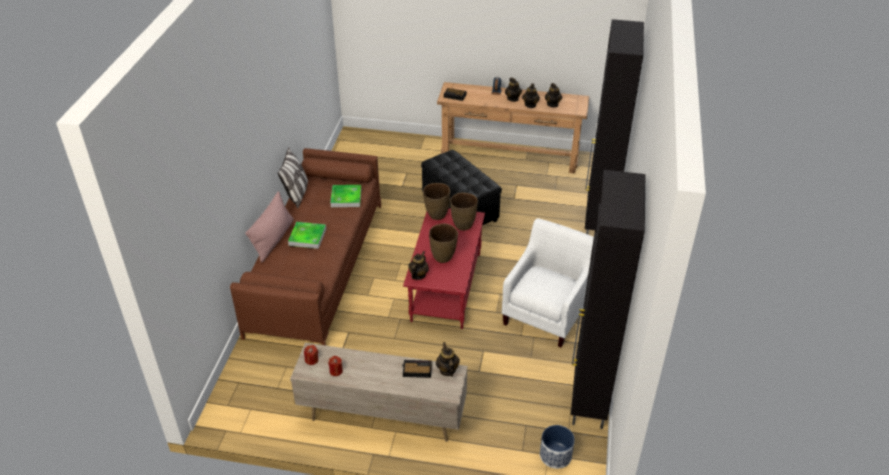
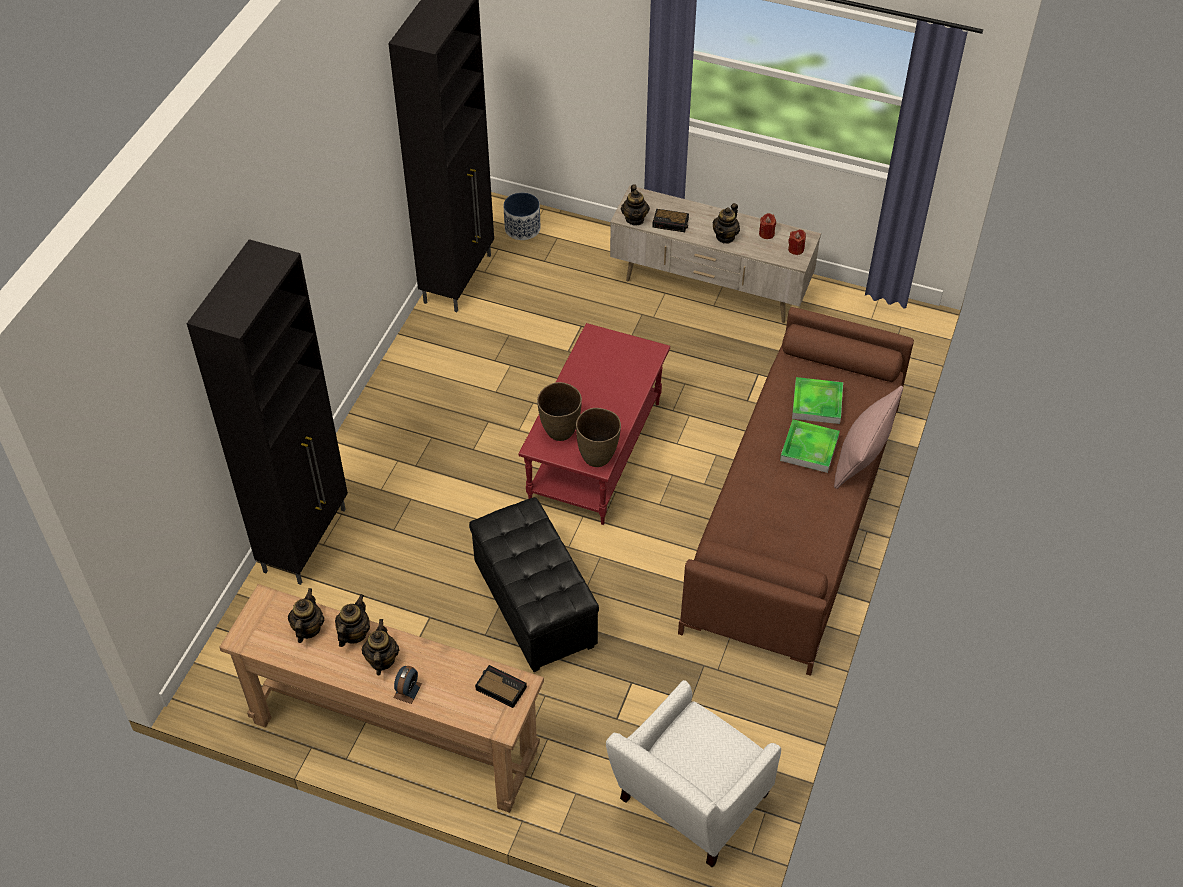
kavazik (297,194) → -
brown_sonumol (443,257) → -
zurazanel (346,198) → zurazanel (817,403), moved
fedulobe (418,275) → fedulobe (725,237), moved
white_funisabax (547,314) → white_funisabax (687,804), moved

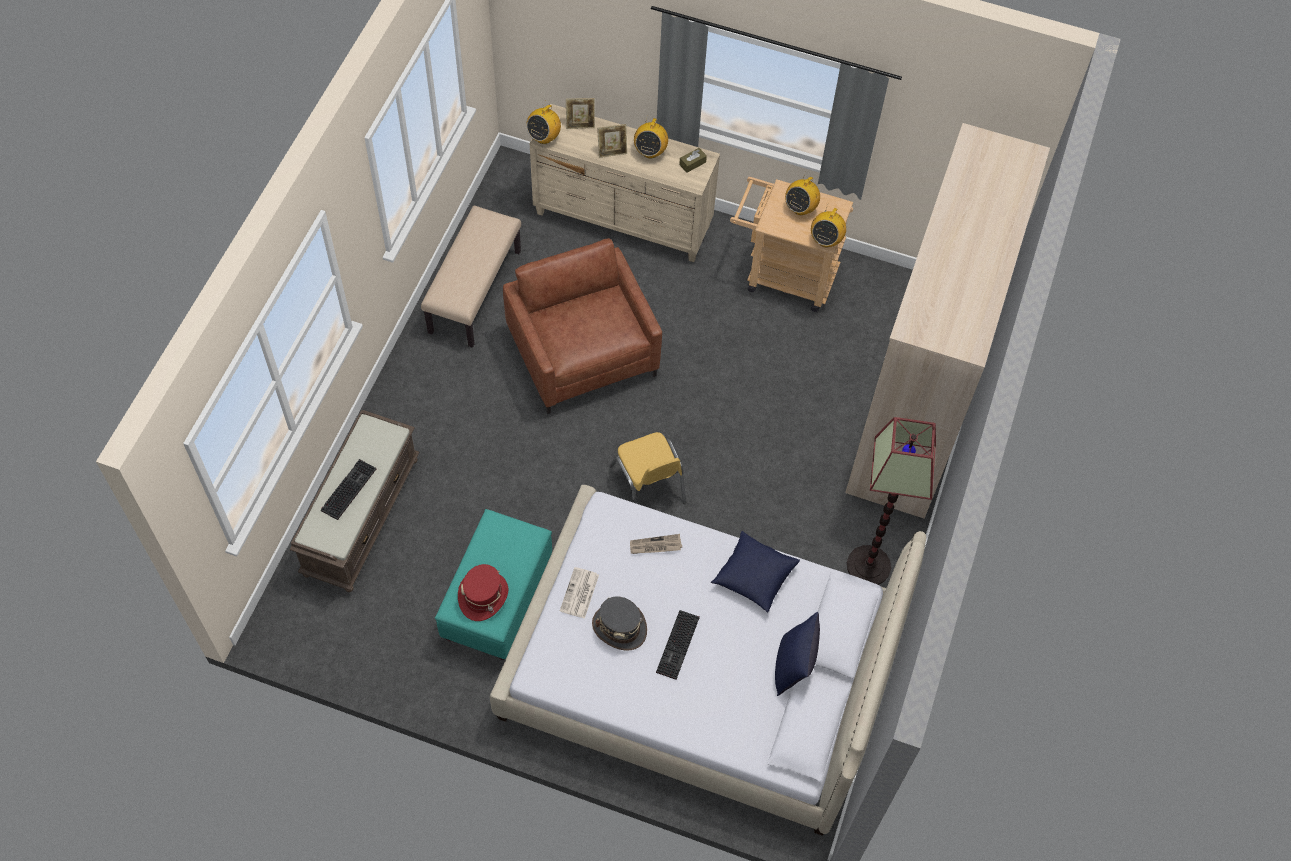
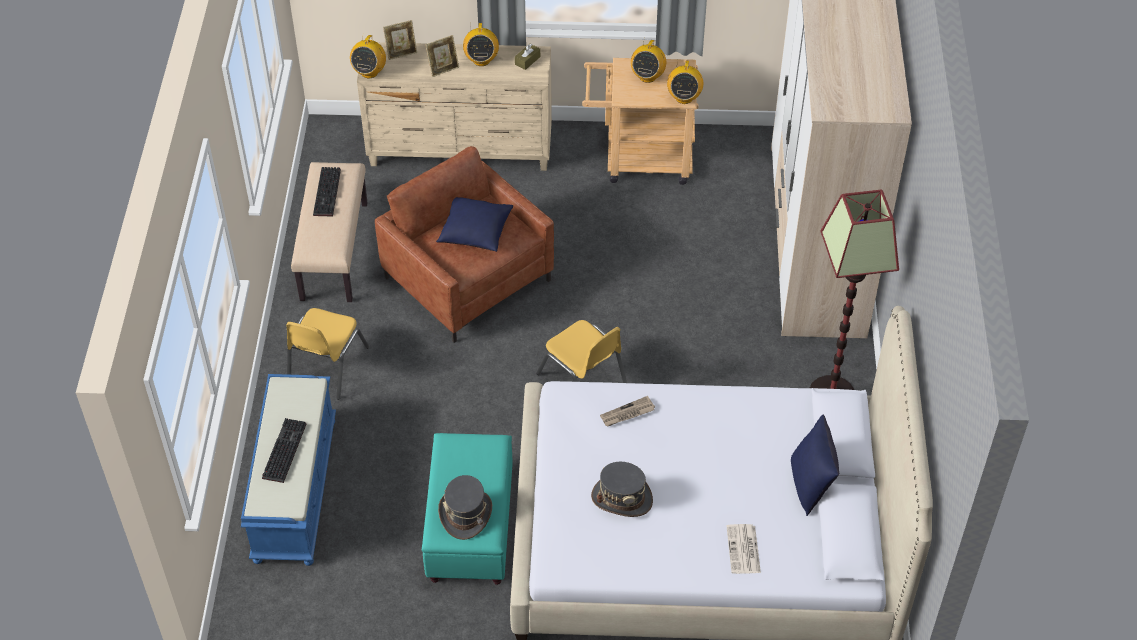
- → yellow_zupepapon (327,366)
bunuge (579,594) → bunuge (744,550), moved
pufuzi (678,646) → pufuzi (328,193), moved
blue_kavazik (753,577) → blue_kavazik (475,233), moved
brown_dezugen (361,515) → blue_dezugen (294,488)
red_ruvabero (483,596) → grey_ruvabero (466,514)

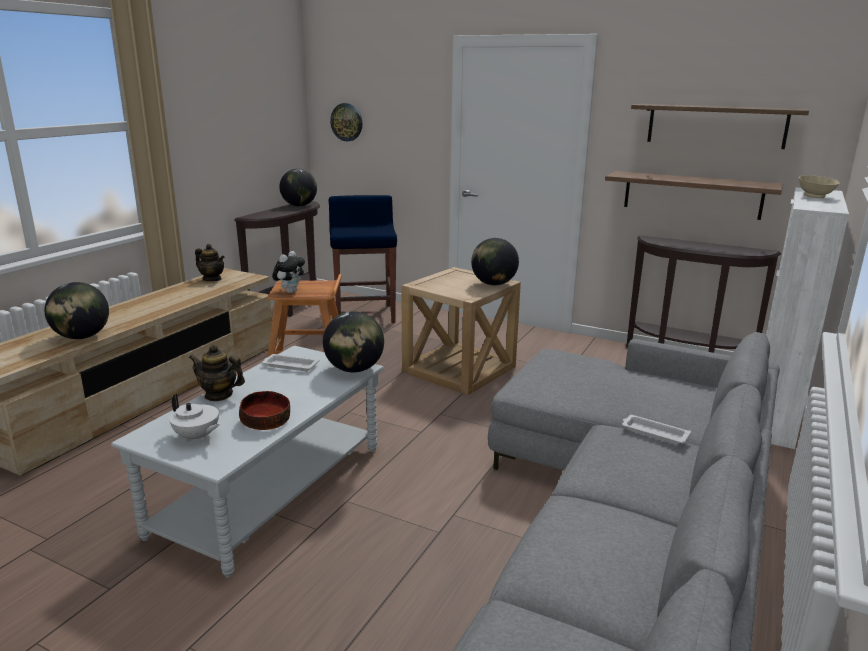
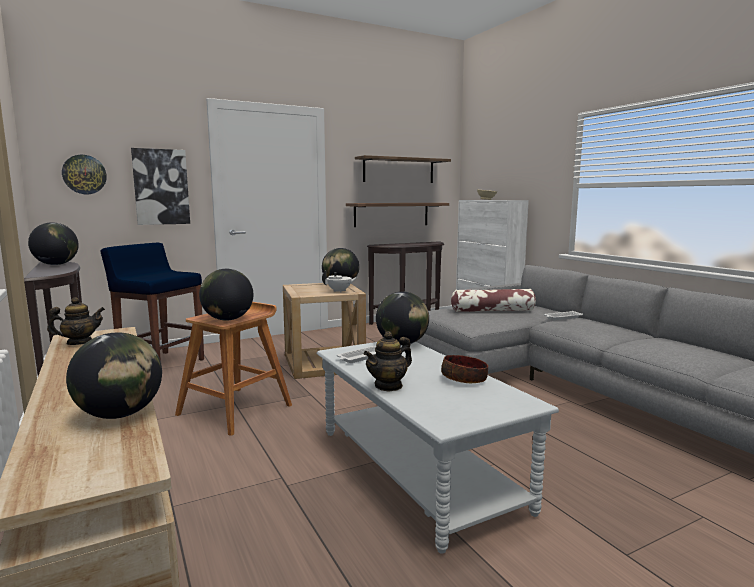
- → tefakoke (161,187)
- → kavazik (492,311)
white_fedulobe (197,437) → white_fedulobe (339,291), moved
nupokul (290,291) → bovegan (228,319)

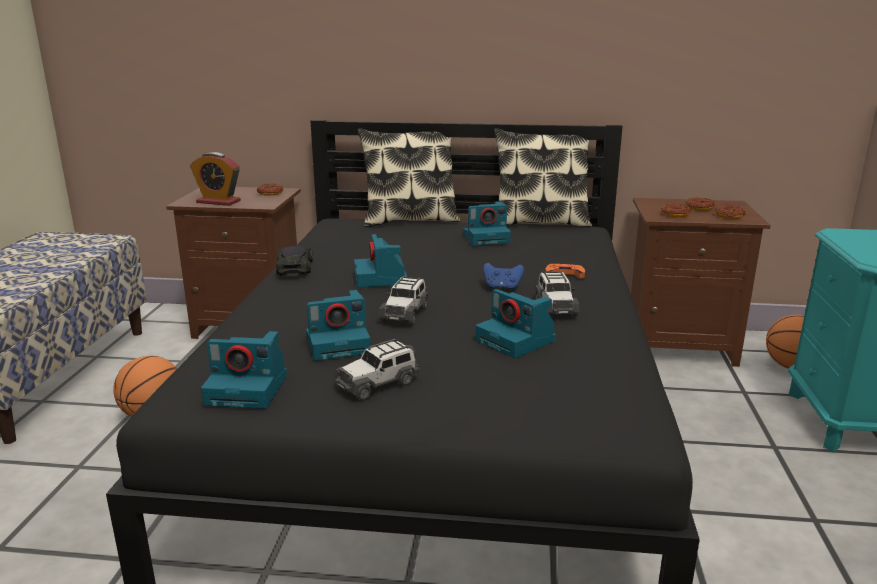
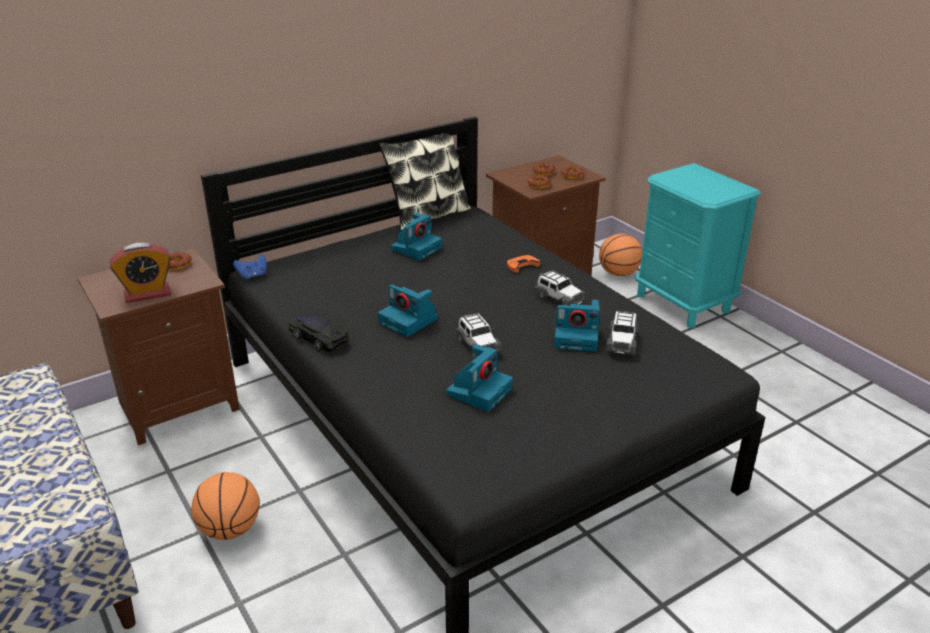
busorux (249,389) → -
kavazik (409,220) → -
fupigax (378,384) → fupigax (622,343), moved
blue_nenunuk (502,288) → blue_nenunuk (253,276), moved

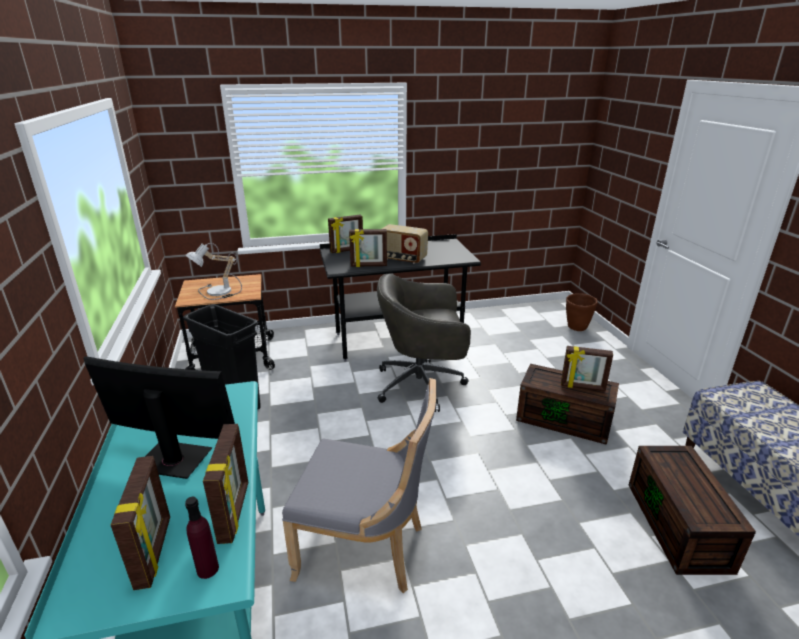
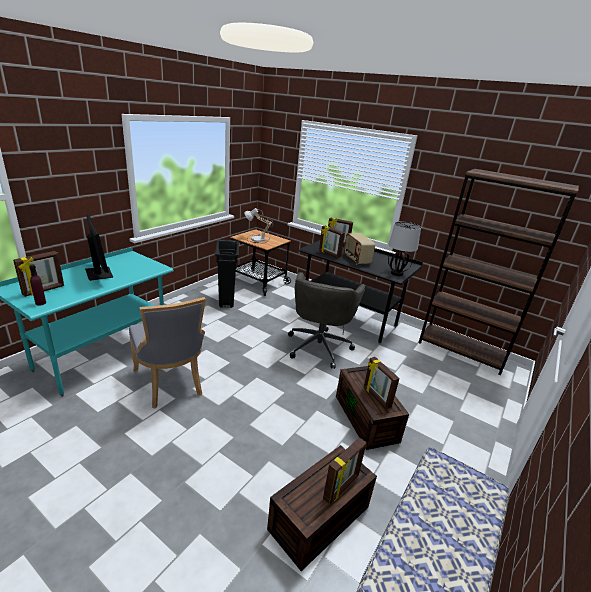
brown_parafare (576,328) → -
- → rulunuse (396,273)
- → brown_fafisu (461,351)
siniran (235,512) → siniran (341,487), moved
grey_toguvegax (422,385) → grey_toguvegax (319,346), 120 degrees counterclockwise

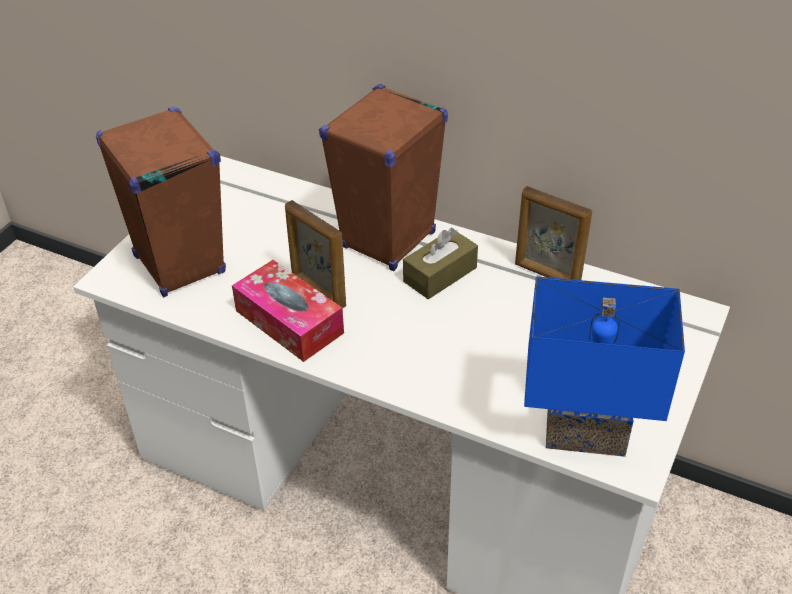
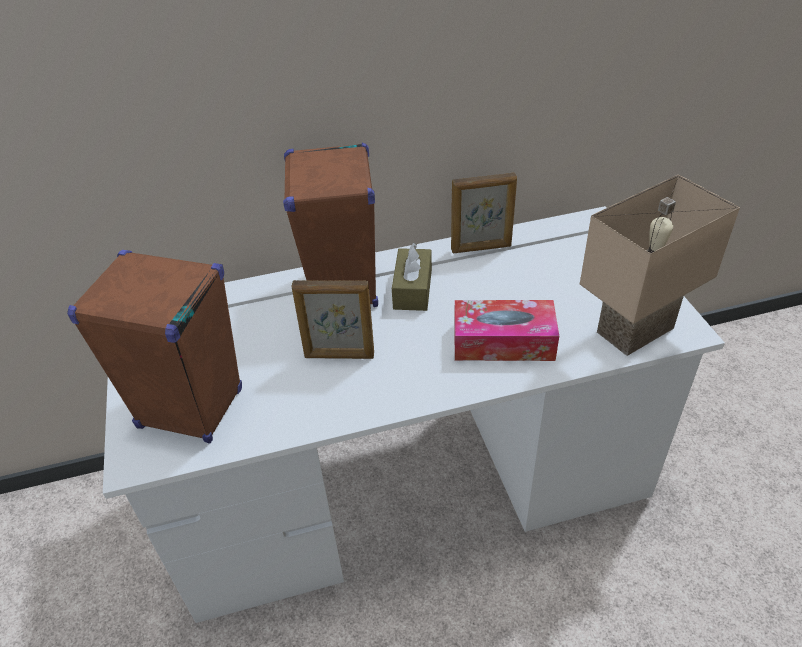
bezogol (289,322) → bezogol (503,342), moved
blue_rulunuse (587,430) → beige_rulunuse (633,328)

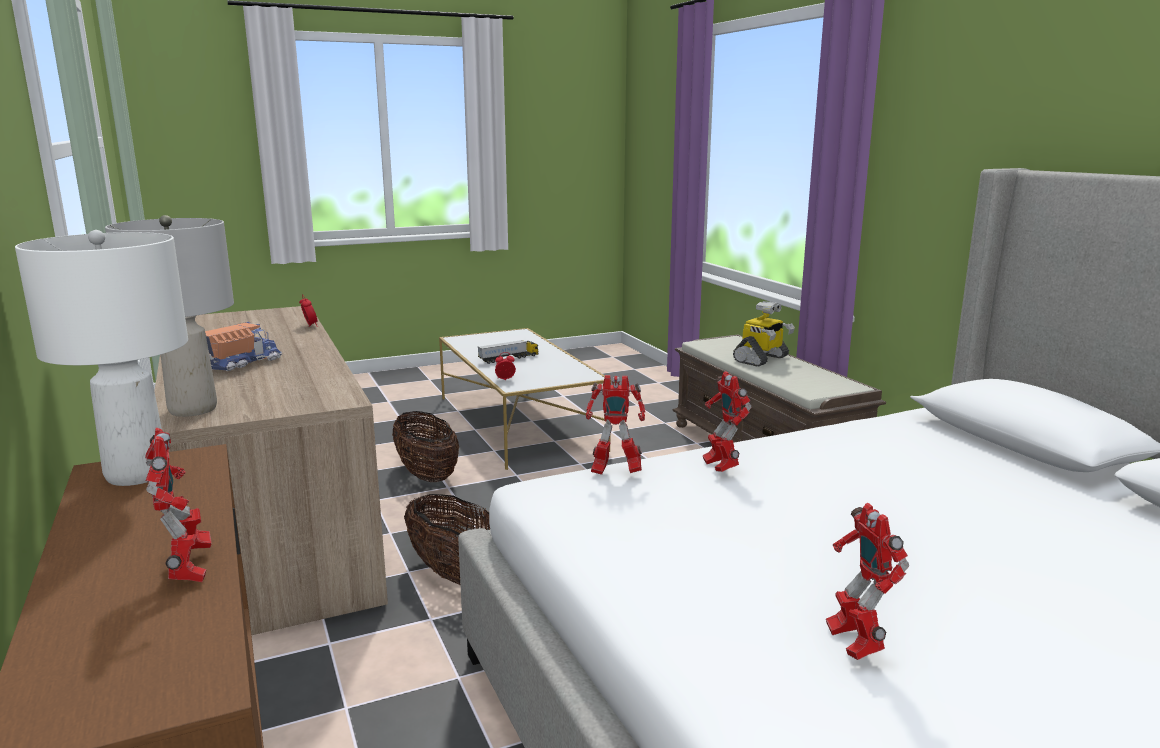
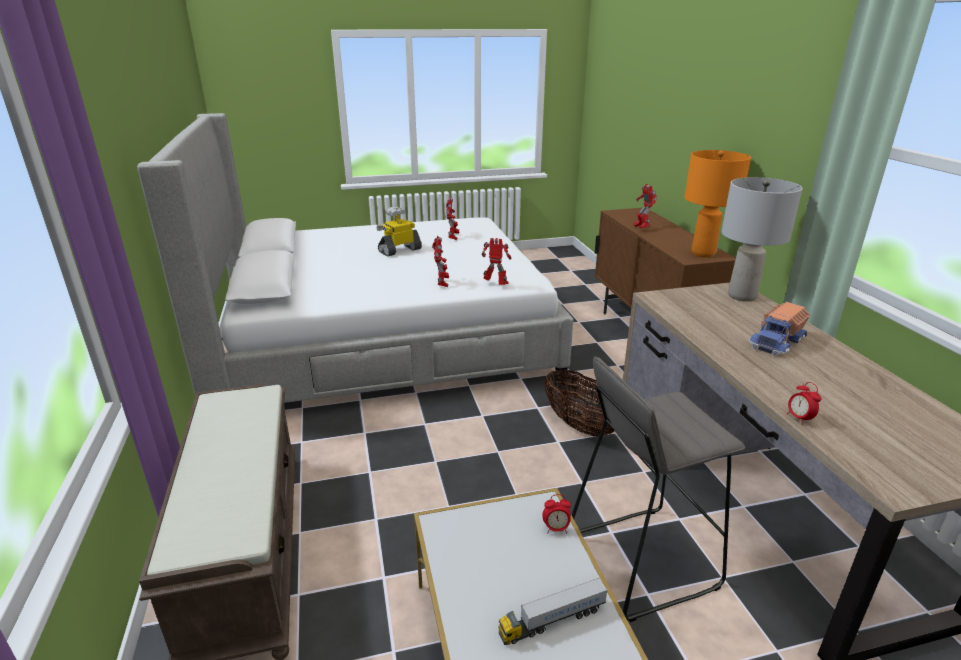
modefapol (761,359) → modefapol (399,250), moved
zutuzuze (427,475) → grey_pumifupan (640,559)
white_rulunuse (138,474) → orange_rulunuse (702,253)

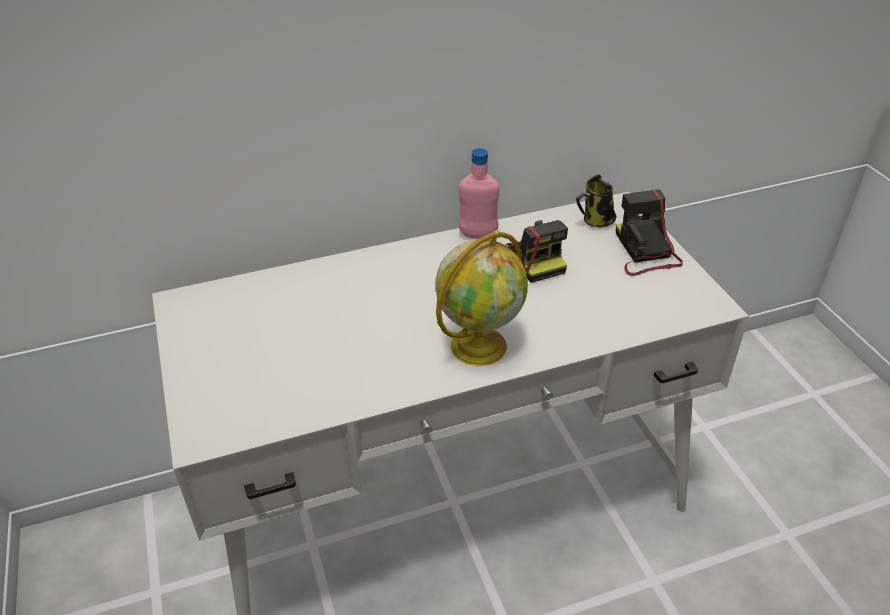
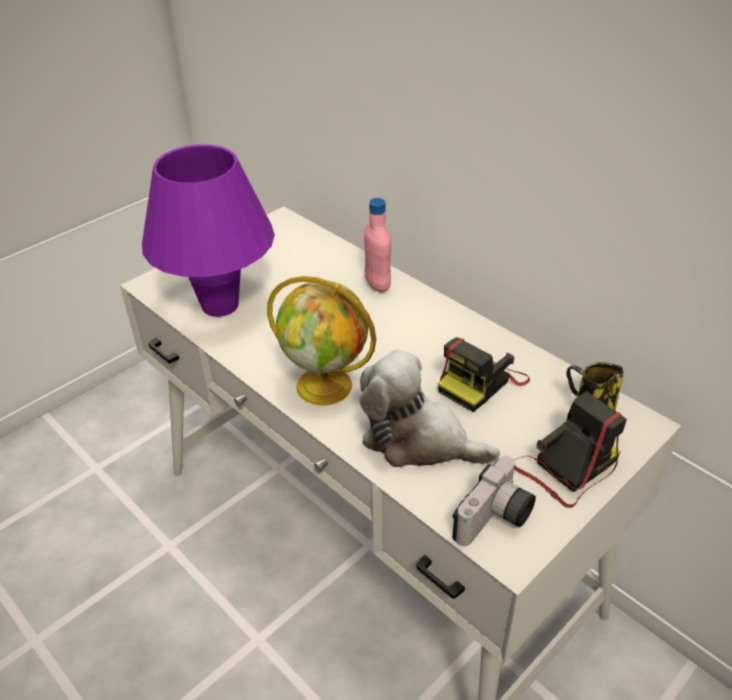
- → purple_rulunuse (220,305)
- → nupokul (418,440)
- → busorux (495,520)
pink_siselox (478,235) → pink_siselox (377,285), moved

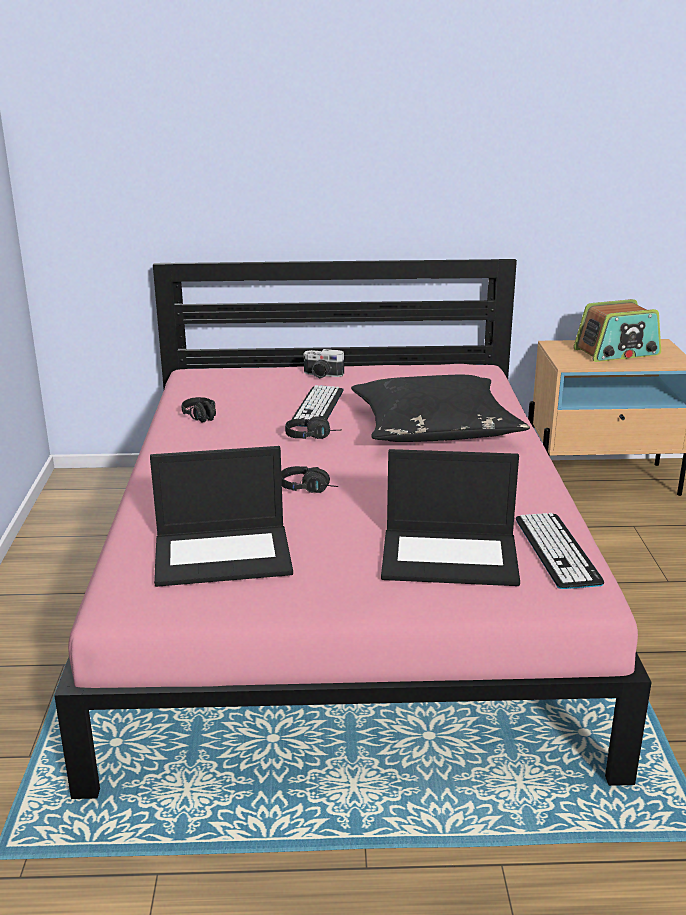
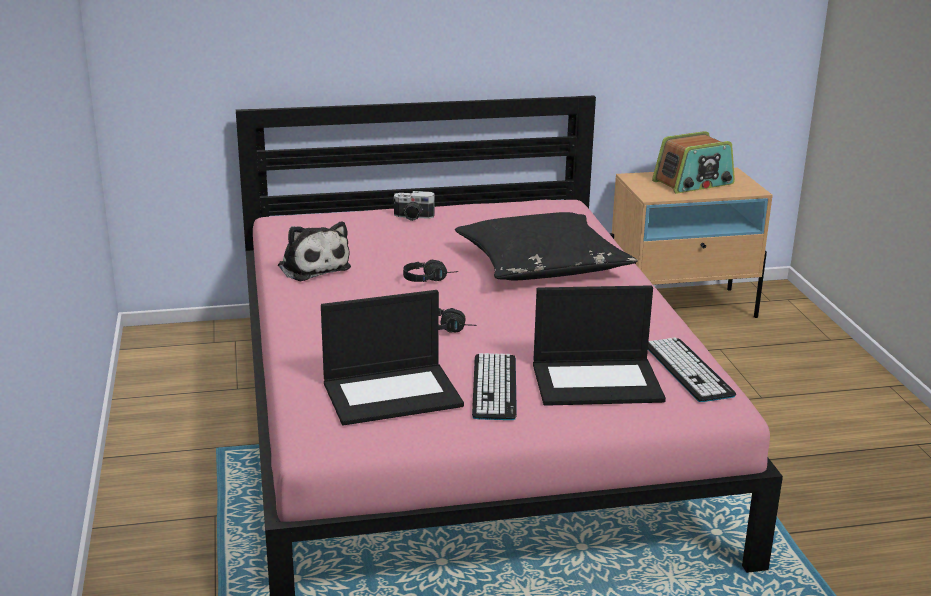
pufuzi (317,407) → pufuzi (494,387), moved
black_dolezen (203,418) → nupokul (312,267)

